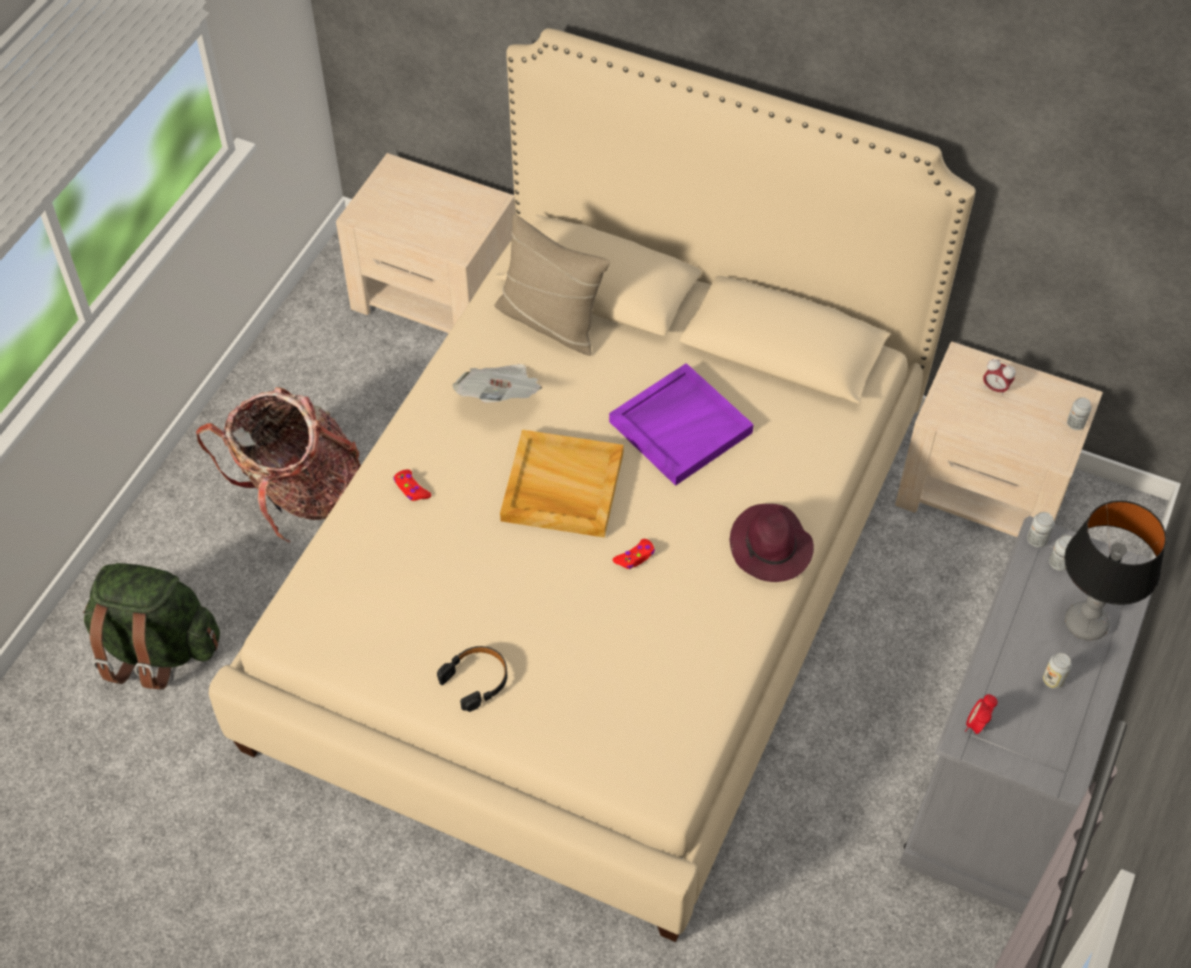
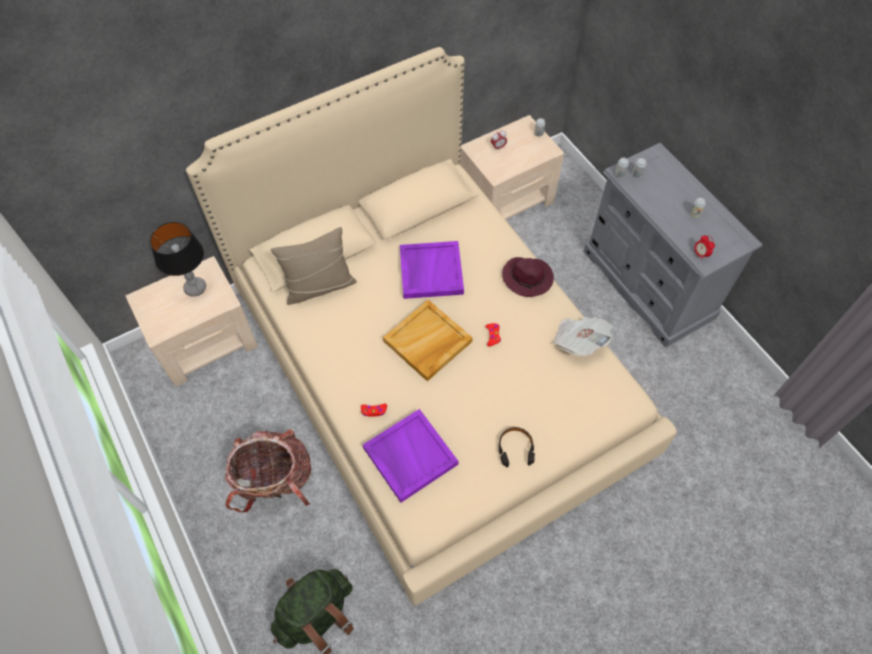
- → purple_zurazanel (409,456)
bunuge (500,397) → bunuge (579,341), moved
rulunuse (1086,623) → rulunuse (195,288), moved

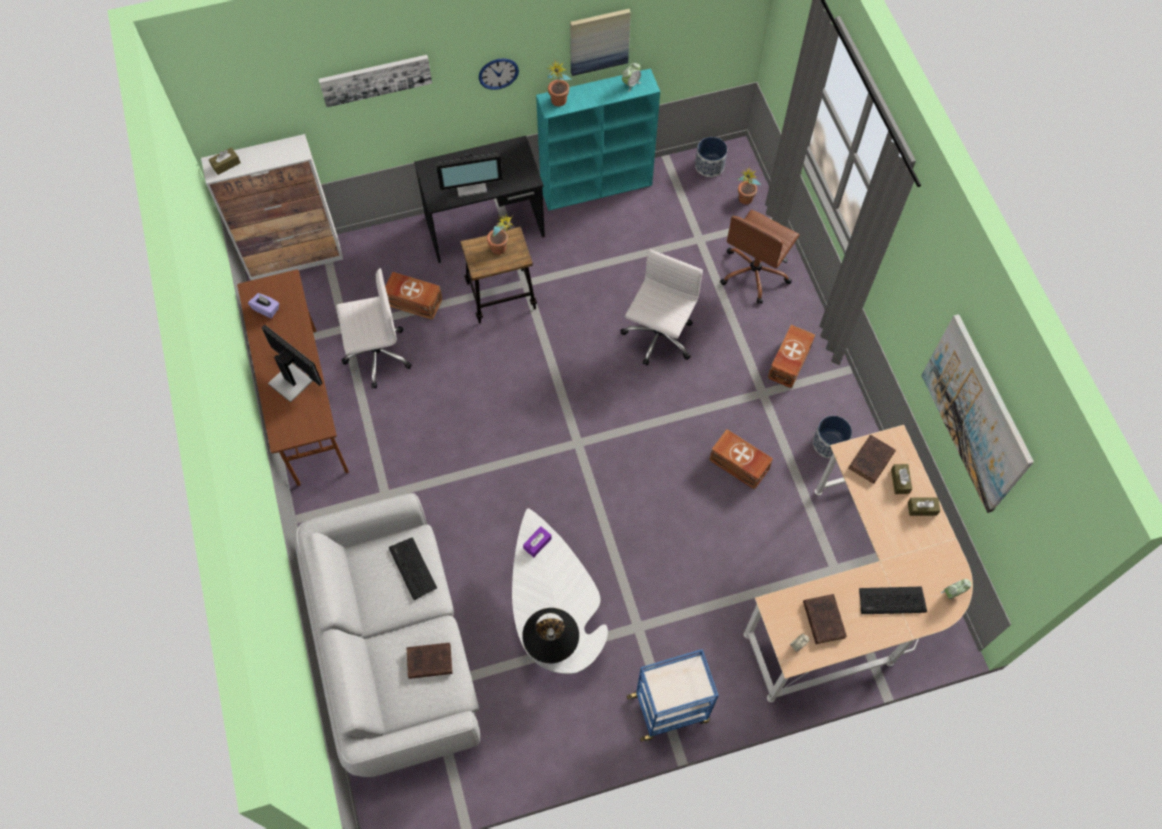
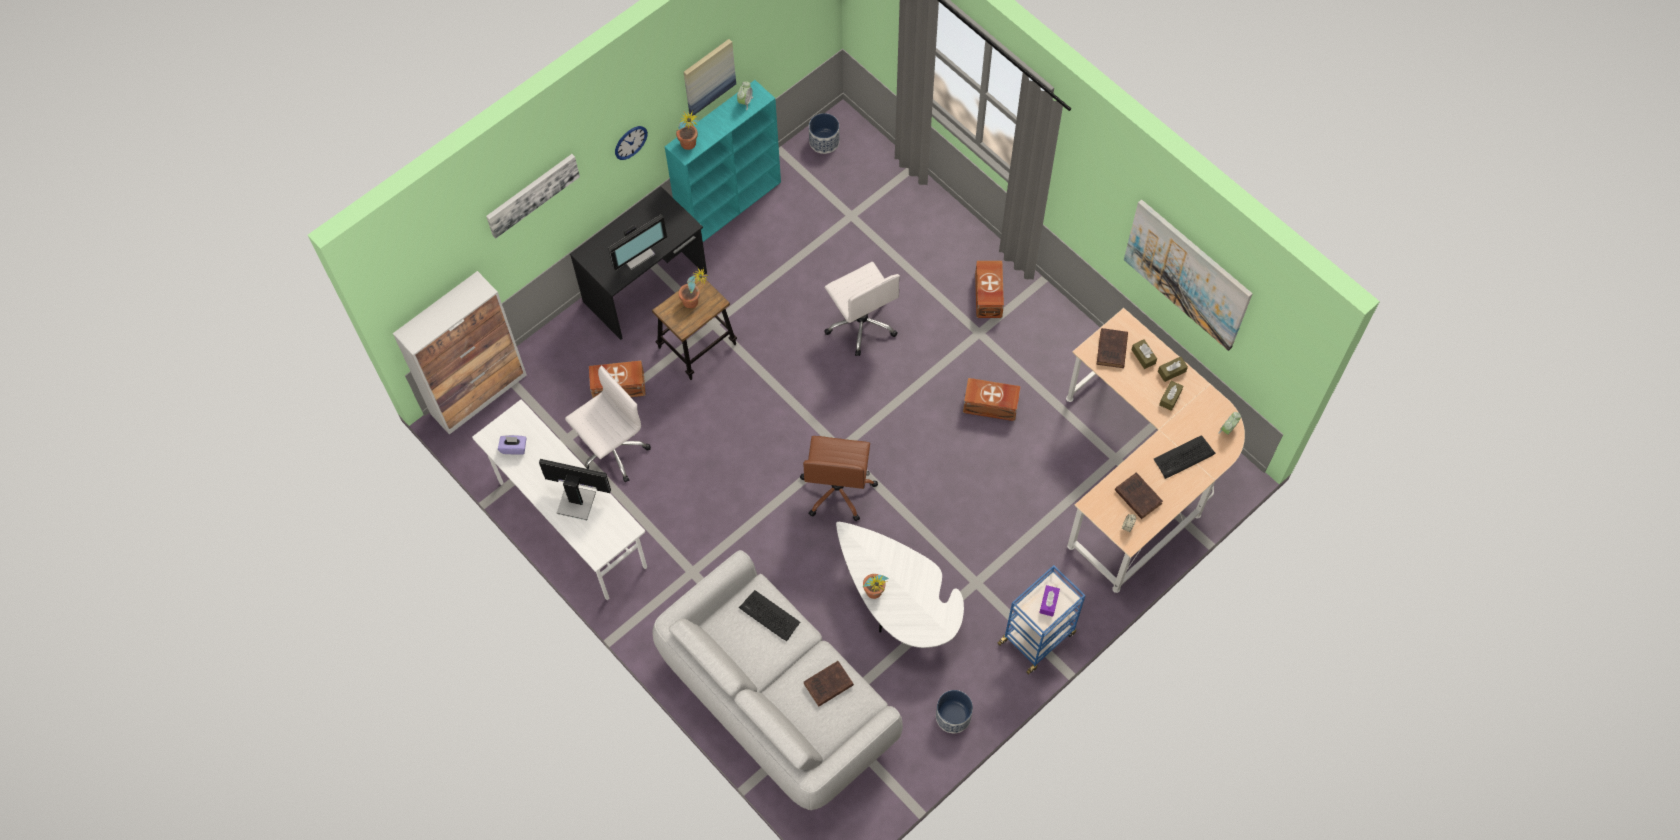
black_rulunuse (551,643) → -
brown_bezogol (226,164) → brown_bezogol (1170,398), moved
purple_bezogol (537,543) → purple_bezogol (1049,602), moved
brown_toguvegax (754,273) → brown_toguvegax (838,489), moved
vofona (744,202) → vofona (874,596), moved
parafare (829,443) → parafare (953,717), moved
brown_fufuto (306,405) → white_fufuto (571,525)
white_toguvegax (658,338) → white_toguvegax (861,323), 150 degrees clockwise

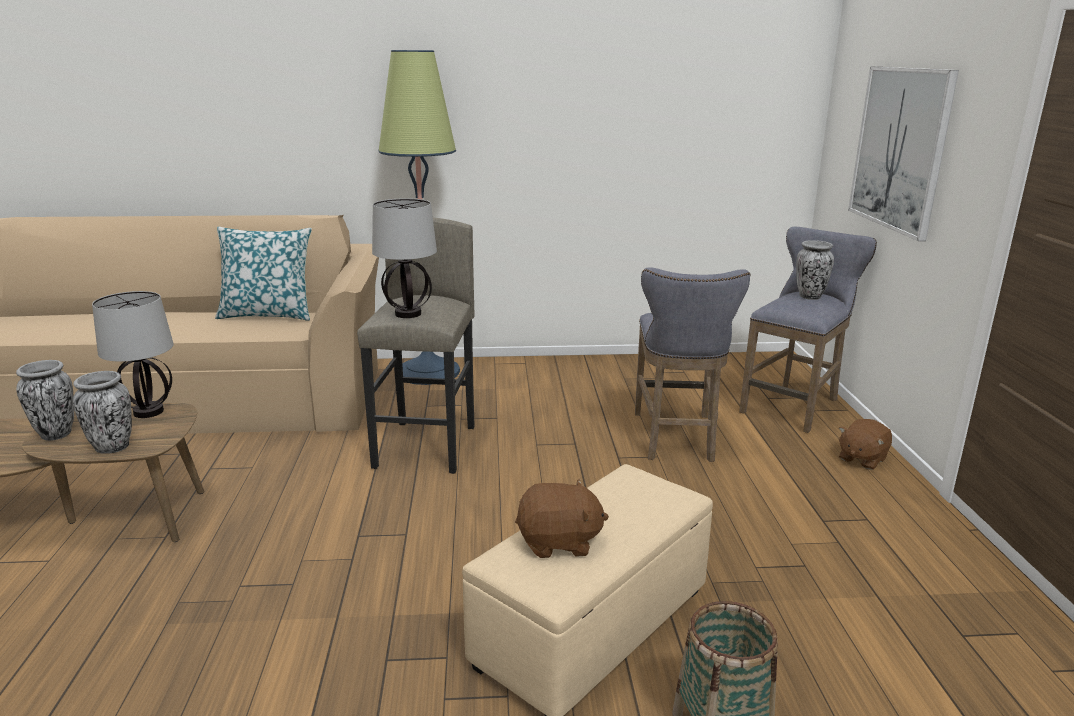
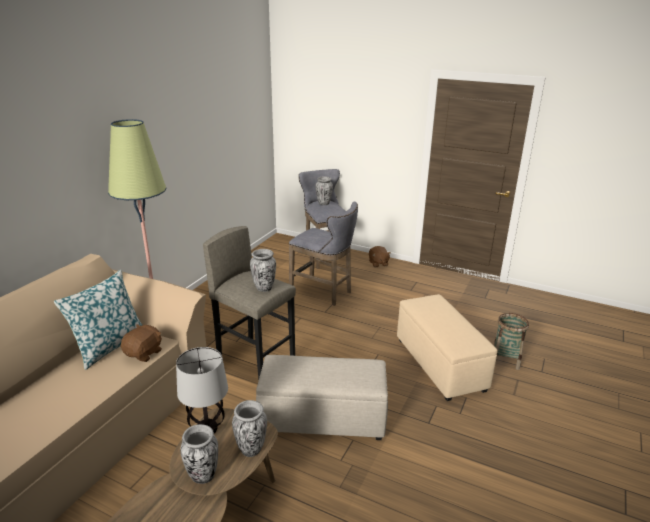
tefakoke (900,149) → -
- → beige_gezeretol (323,419)
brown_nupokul (559,542) → brown_nupokul (144,353), moved
rulunuse (408,314) → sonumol (264,288)

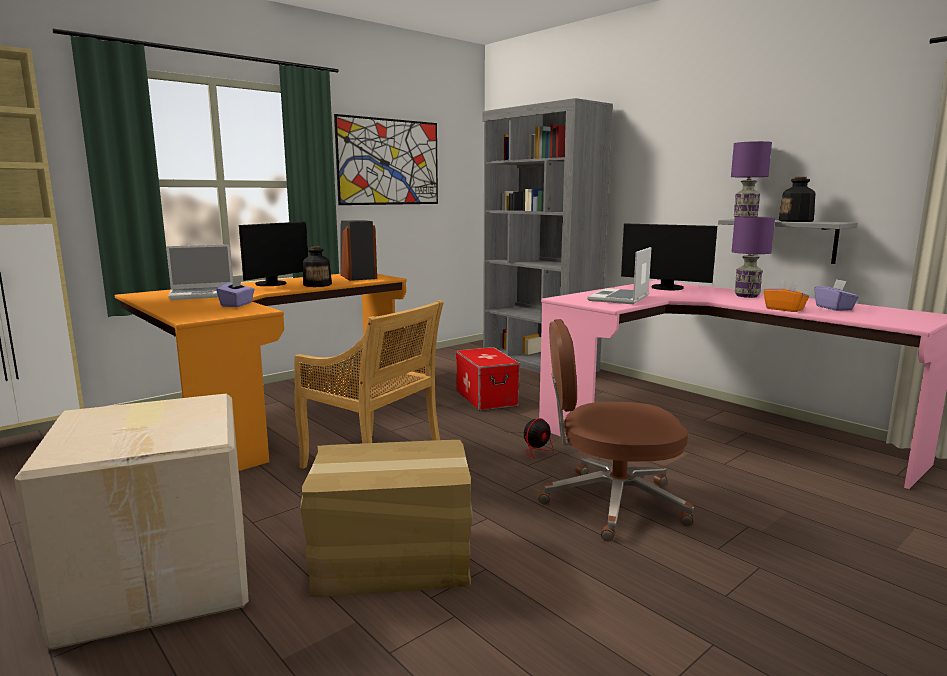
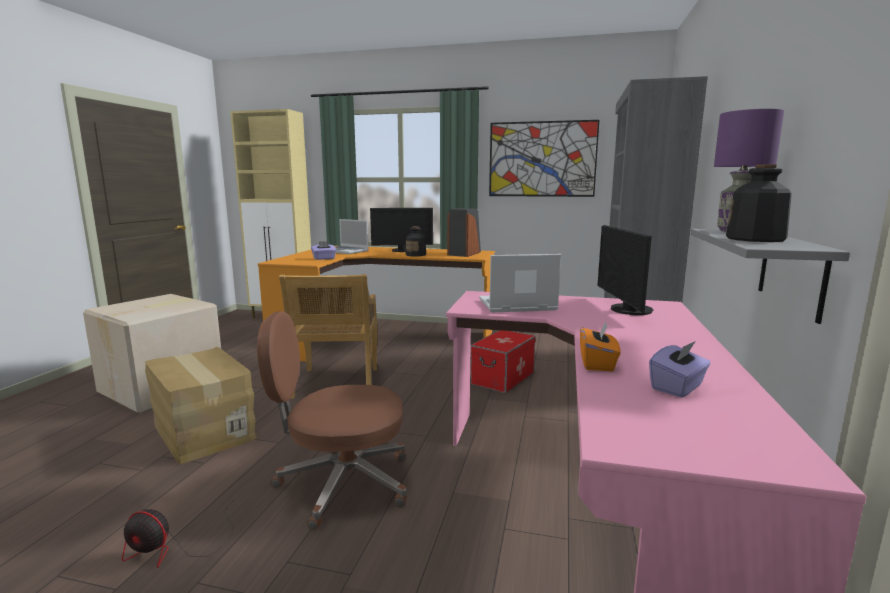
purple_rulunuse (747,296) → -
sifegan (535,446) → sifegan (175,547), moved
brown_toguvegax (611,503) → brown_toguvegax (342,483), 60 degrees counterclockwise

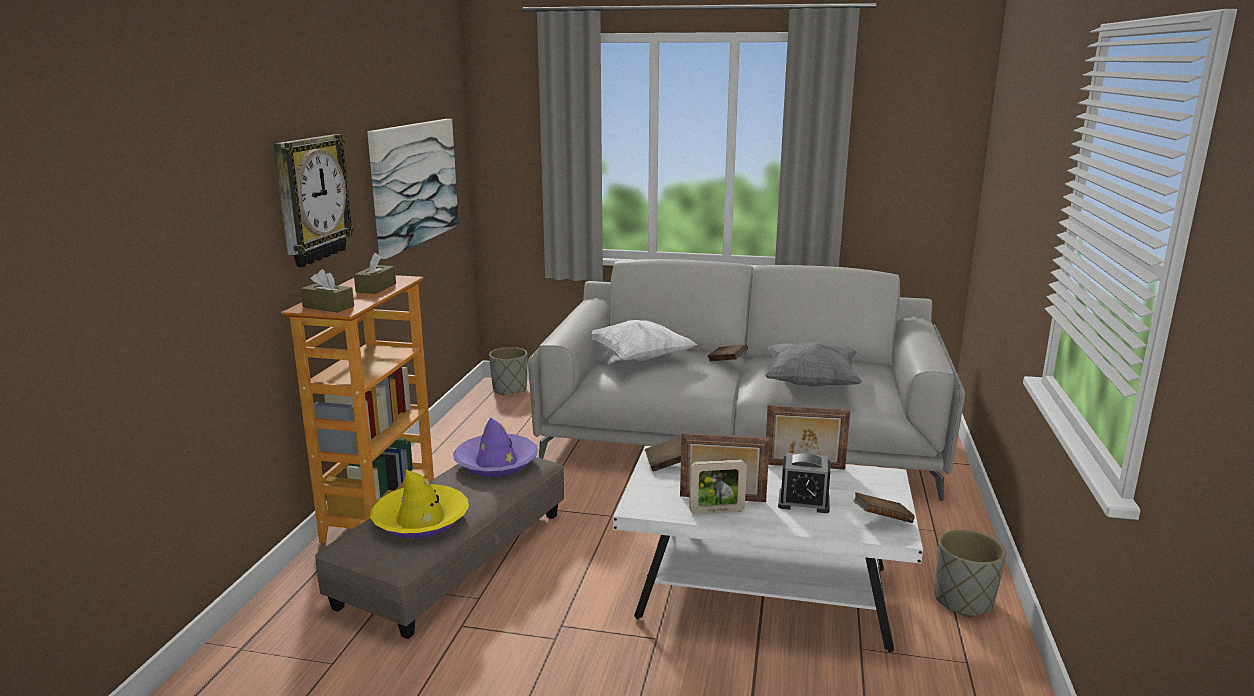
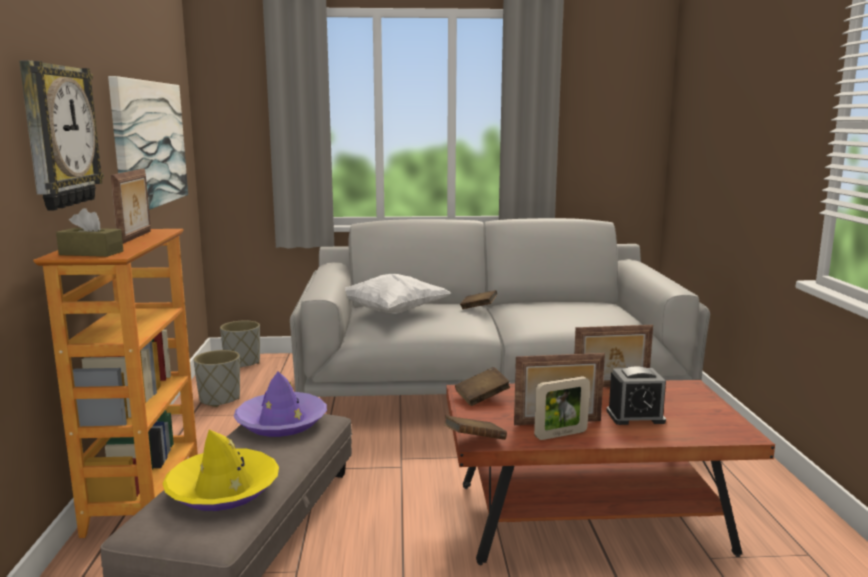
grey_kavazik (810,383) → -
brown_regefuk (881,520) → brown_regefuk (474,441), moved
grey_parafare (963,600) → grey_parafare (220,399), moved
brown_bezogol (376,288) → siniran (136,237)
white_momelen (763,593) → brown_momelen (589,520)

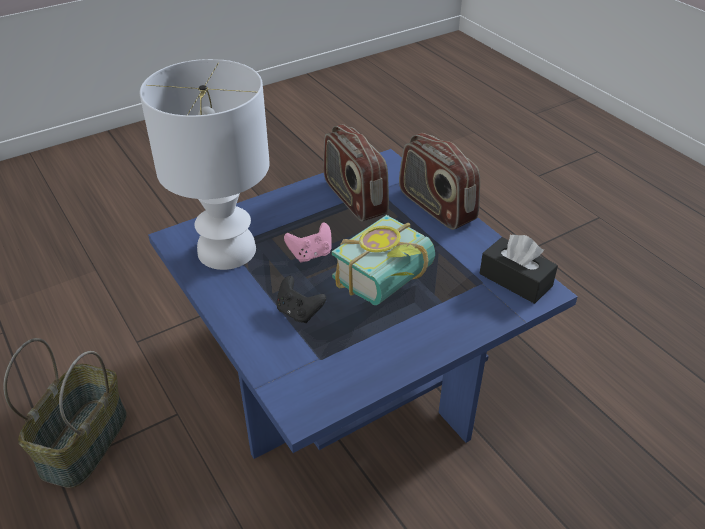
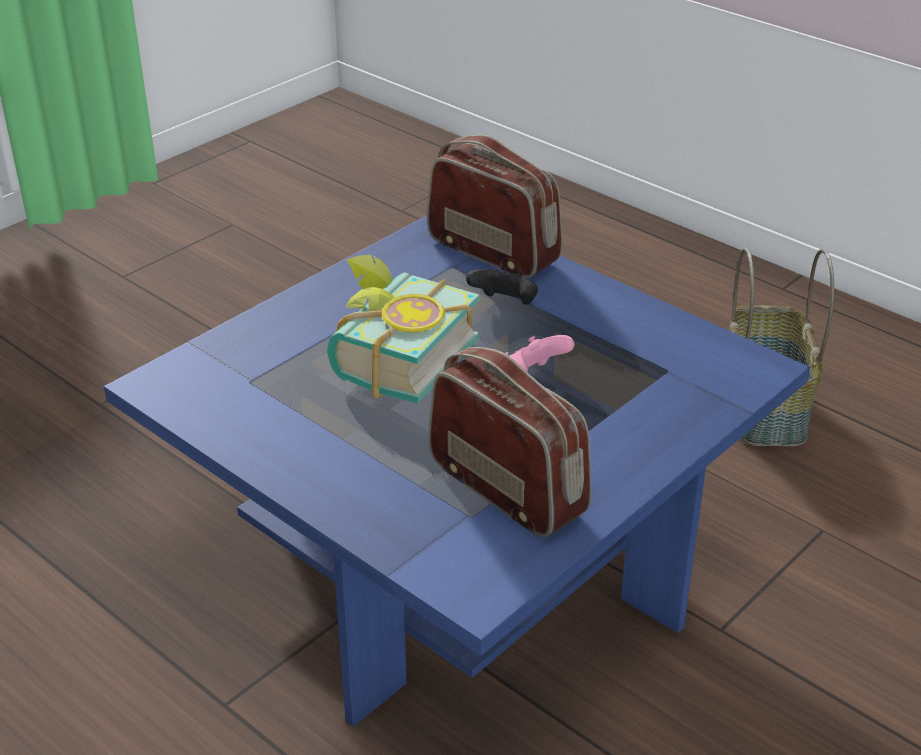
white_rulunuse (225,251) → -
black_bezogol (515,280) → -
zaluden (435,207) → zaluden (493,251), moved

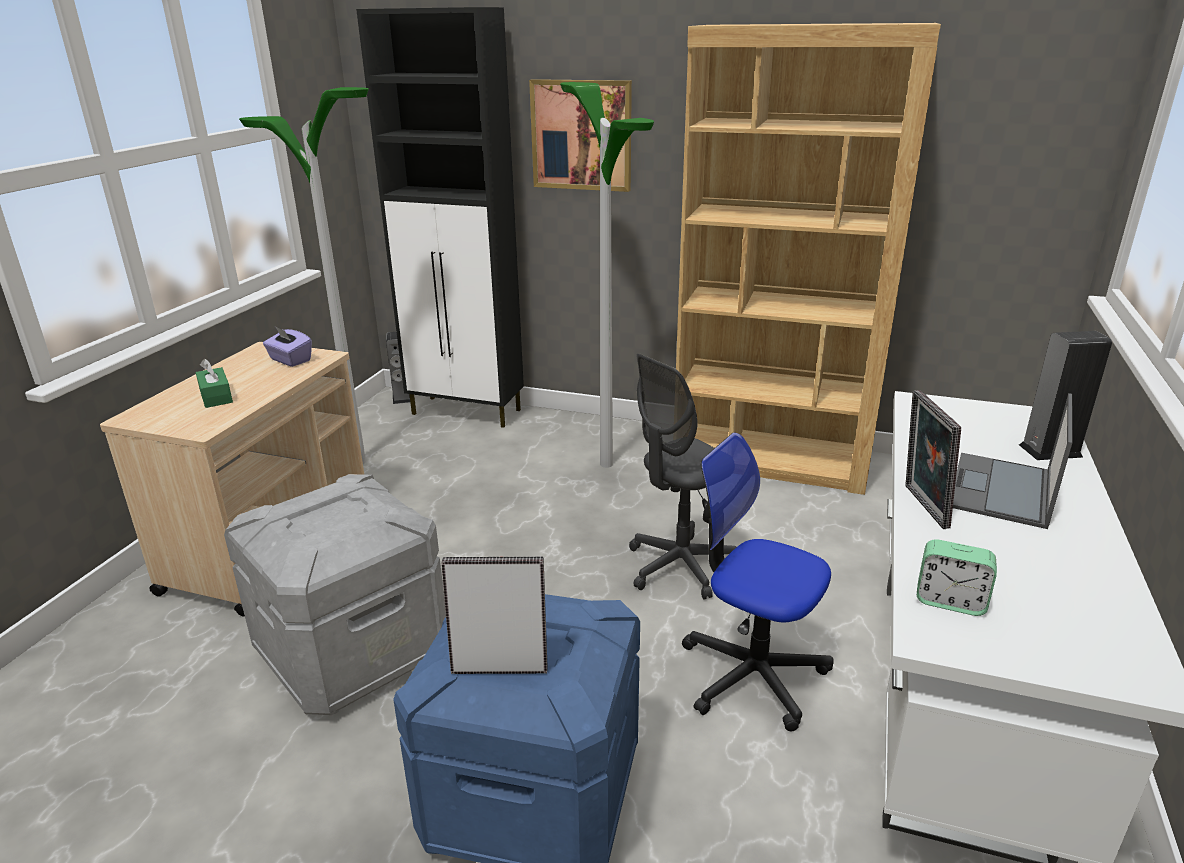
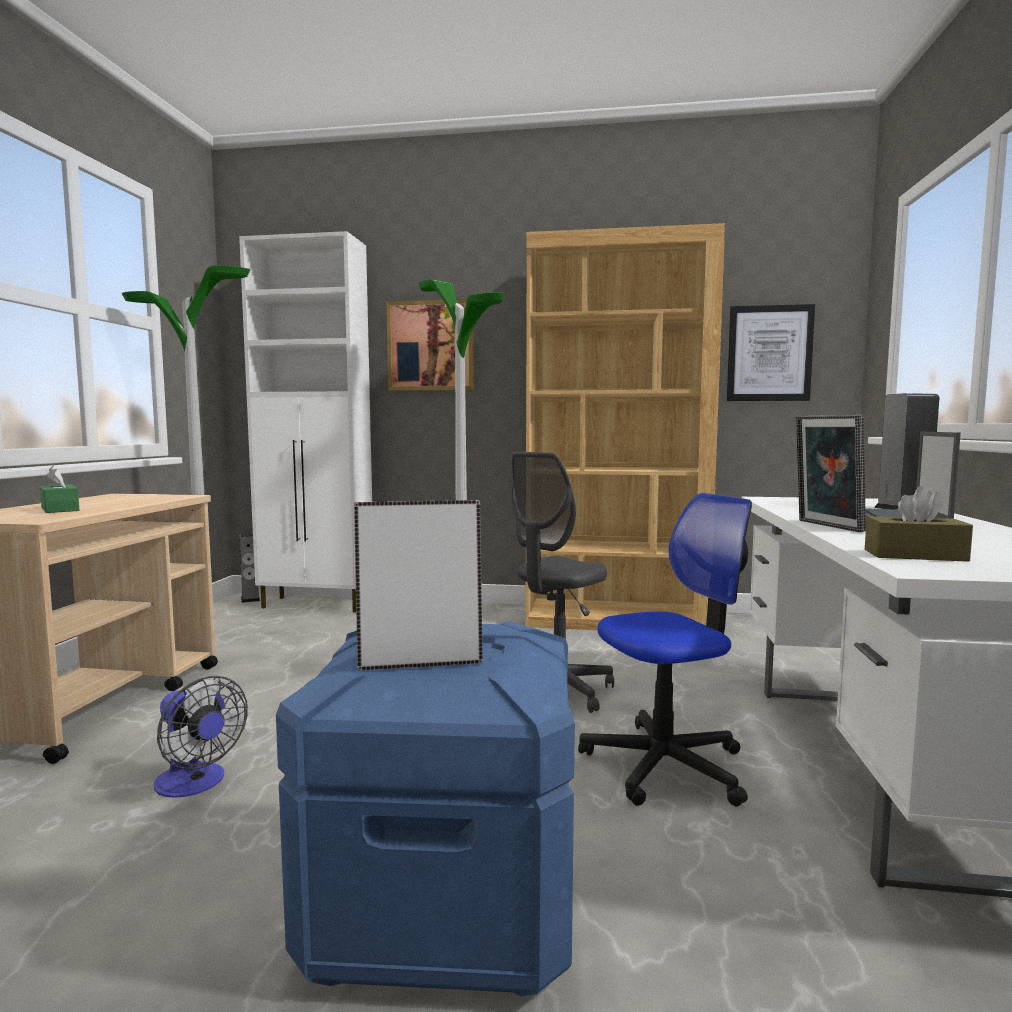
purple_bezogol (290,360) → -
- → tefakoke (769,353)
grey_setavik (353,651) → sifegan (196,784)
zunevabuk (950,601) → brown_bezogol (914,555)
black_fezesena (467,412) → white_fezesena (318,604)
toguvegax (752,674) → toguvegax (665,765), 135 degrees clockwise

